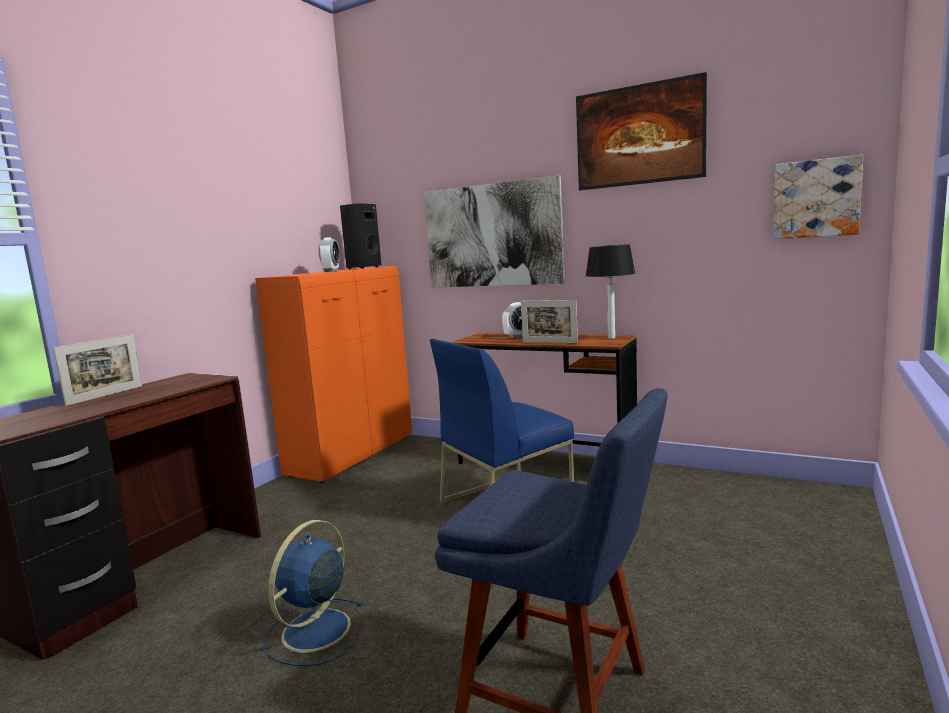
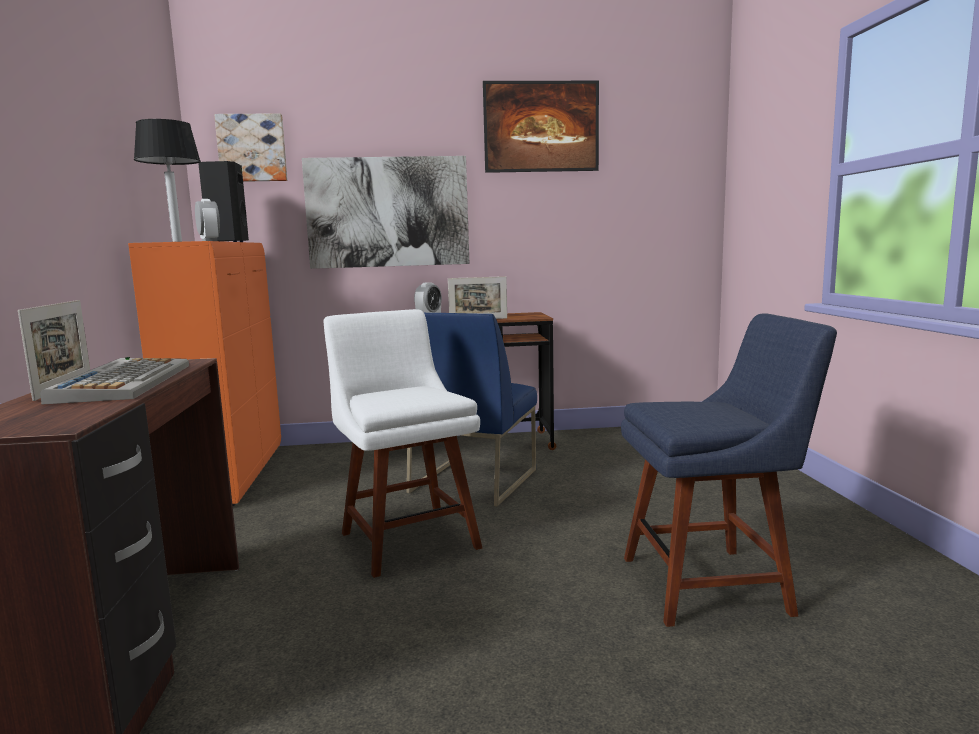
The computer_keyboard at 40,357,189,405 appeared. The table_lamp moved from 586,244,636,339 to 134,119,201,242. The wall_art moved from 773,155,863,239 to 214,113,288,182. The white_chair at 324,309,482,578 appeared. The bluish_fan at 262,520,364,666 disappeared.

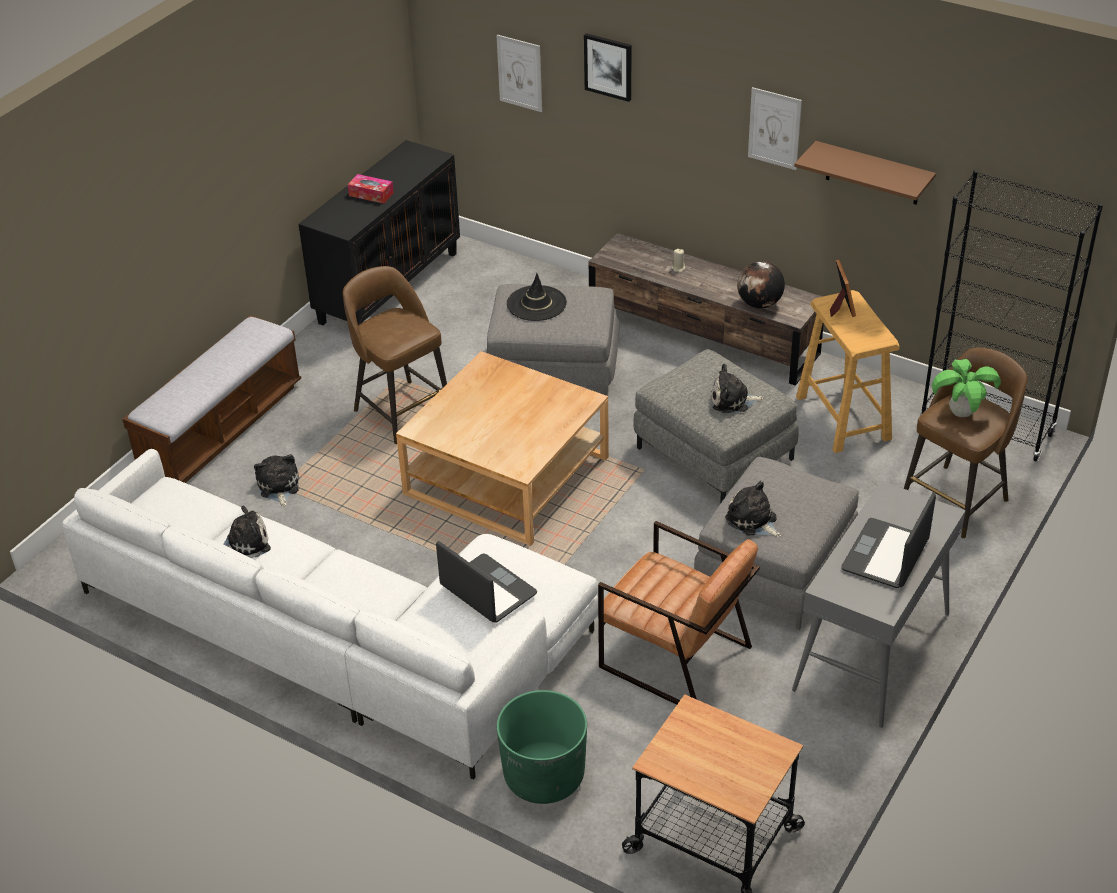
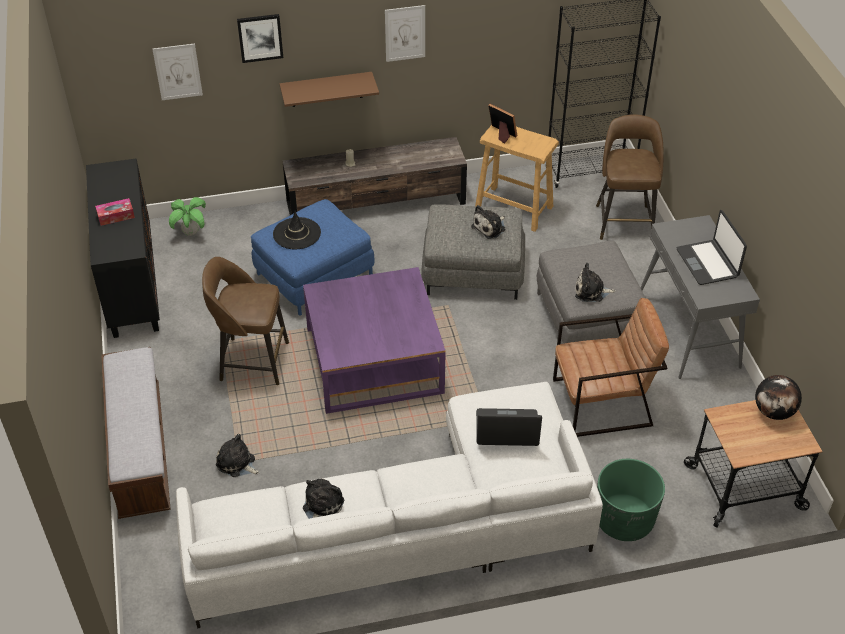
The houseplant moved from 932,359,1001,417 to 169,197,206,236. The grey_ottoman at 486,284,619,396 became the bluish_ottoman at 251,199,375,316. The brown-coloured_wall_shelf moved from 794,141,936,205 to 280,72,379,107. The beige-coloured_lounge_table at 396,351,609,546 became the purple_lounge_table at 303,267,446,414. The world_globe moved from 737,261,785,309 to 755,375,802,420.

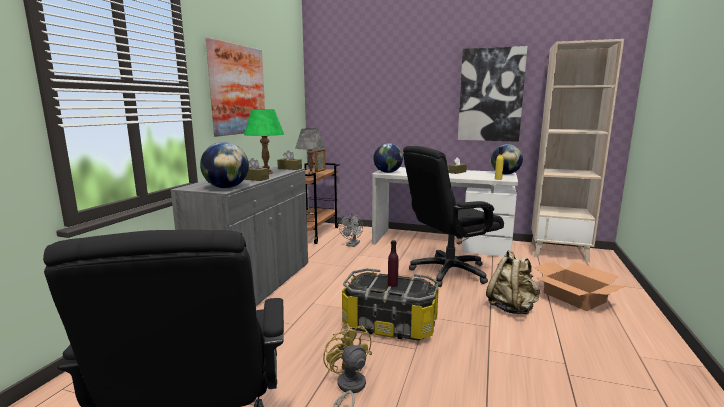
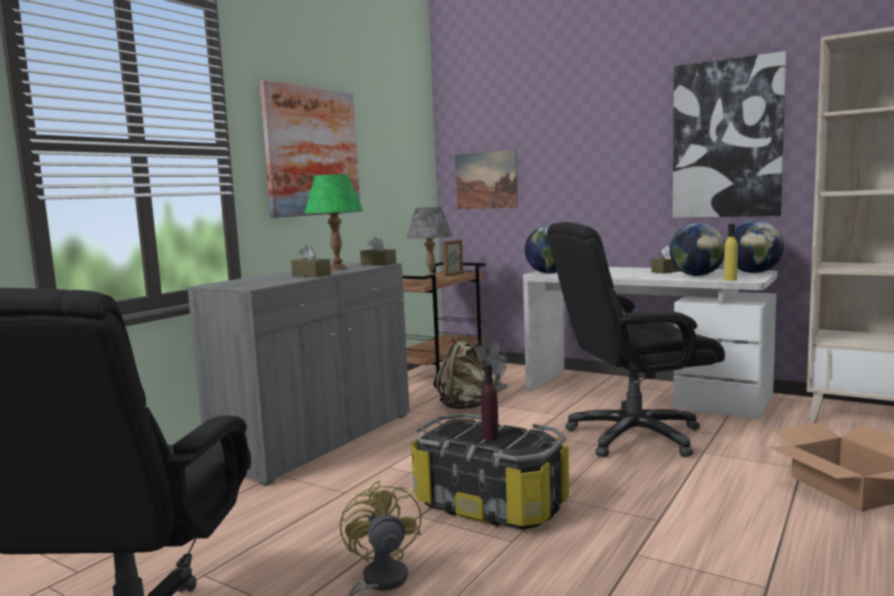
The beige-coloured_rucksack moved from 486,250,540,314 to 436,335,487,409. The wall_art at 455,150,518,209 appeared. The world_globe moved from 200,142,249,188 to 670,223,725,276.

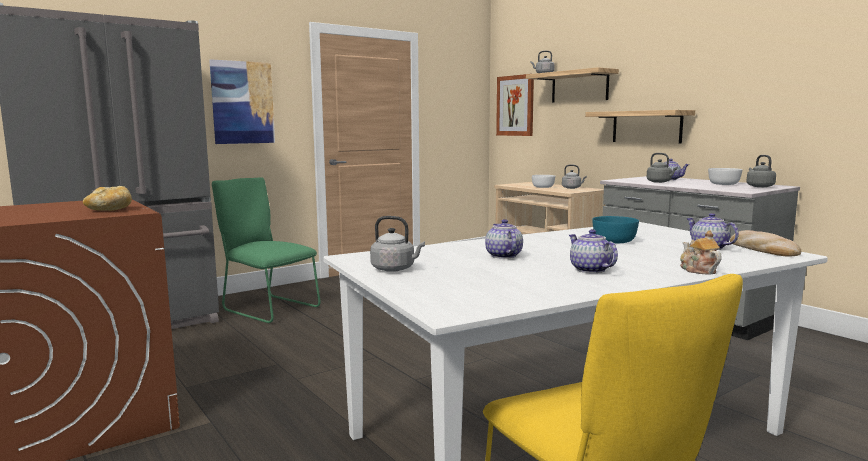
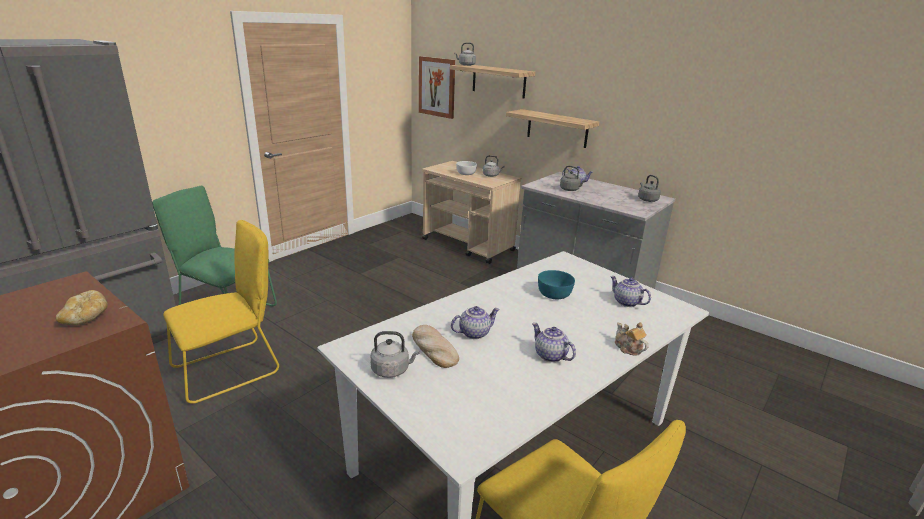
The yellow-coloured_chair at 163,220,279,404 appeared. The baked_bread moved from 730,230,801,257 to 412,325,459,368. The tea_pot at 485,219,523,259 turned 90 degrees clockwise. The wall_art at 209,59,275,144 disappeared. The white_serving_bowl at 708,168,742,185 disappeared.

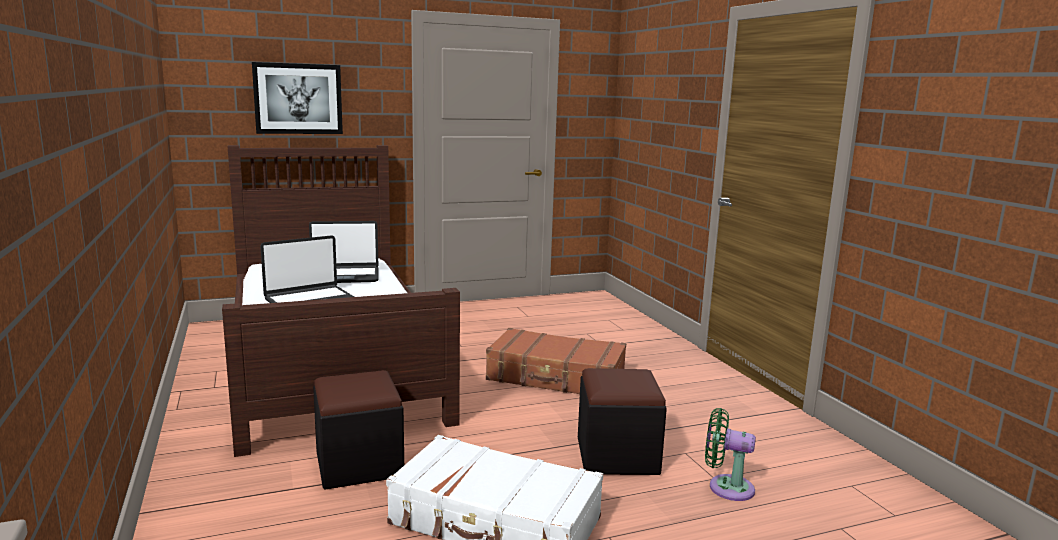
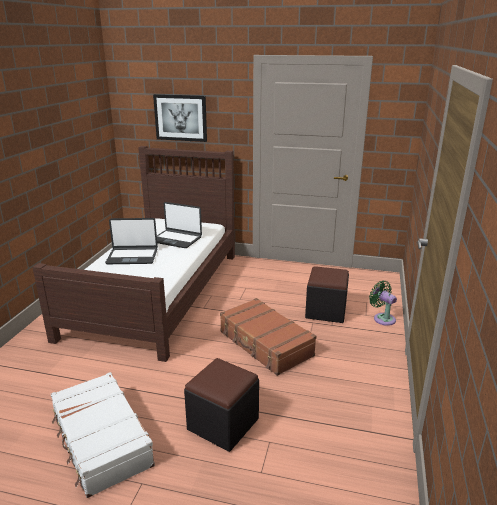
The blackish_ottoman moved from 313,370,404,490 to 305,266,349,323. The greenish_fan moved from 705,408,756,501 to 369,280,397,326.

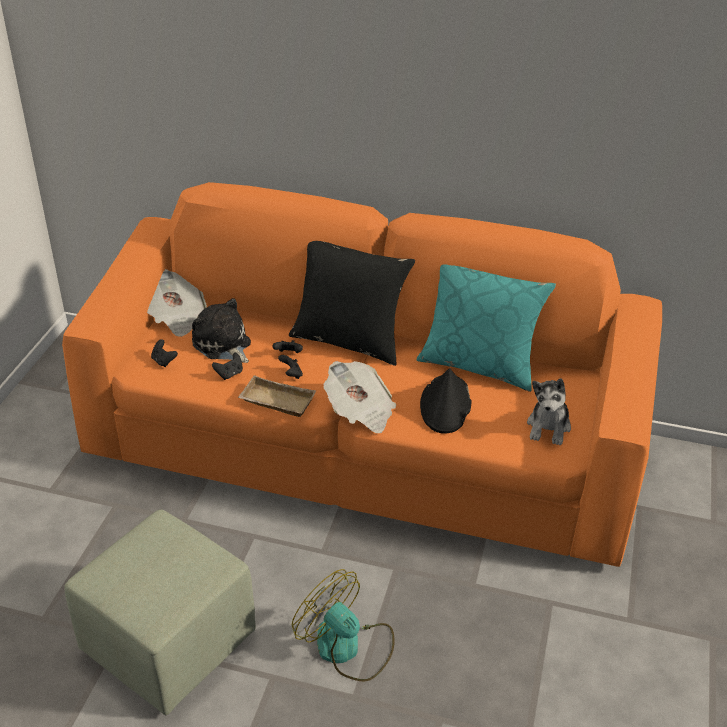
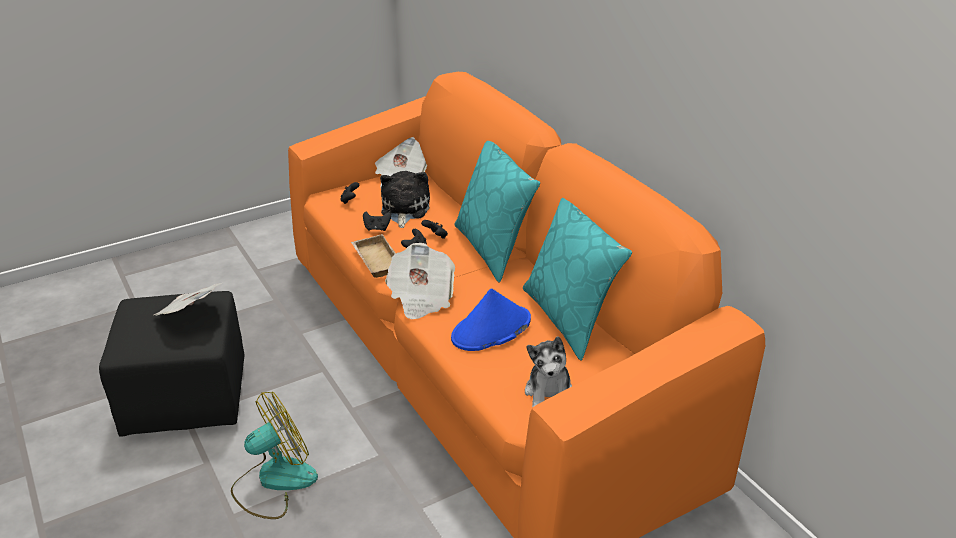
The greenish_ottoman at 64,510,256,715 became the blackish_ottoman at 99,291,245,437. The daily_paper at 154,283,222,316 appeared. The fan at 292,569,394,681 turned 60 degrees clockwise. The blackish_hat at 420,368,472,434 became the bluish_hat at 451,288,531,351. The blackish_cushion at 289,241,415,366 became the blue-green_cushion at 454,141,540,283. The plush_toy at 527,378,571,445 turned 60 degrees counterclockwise.

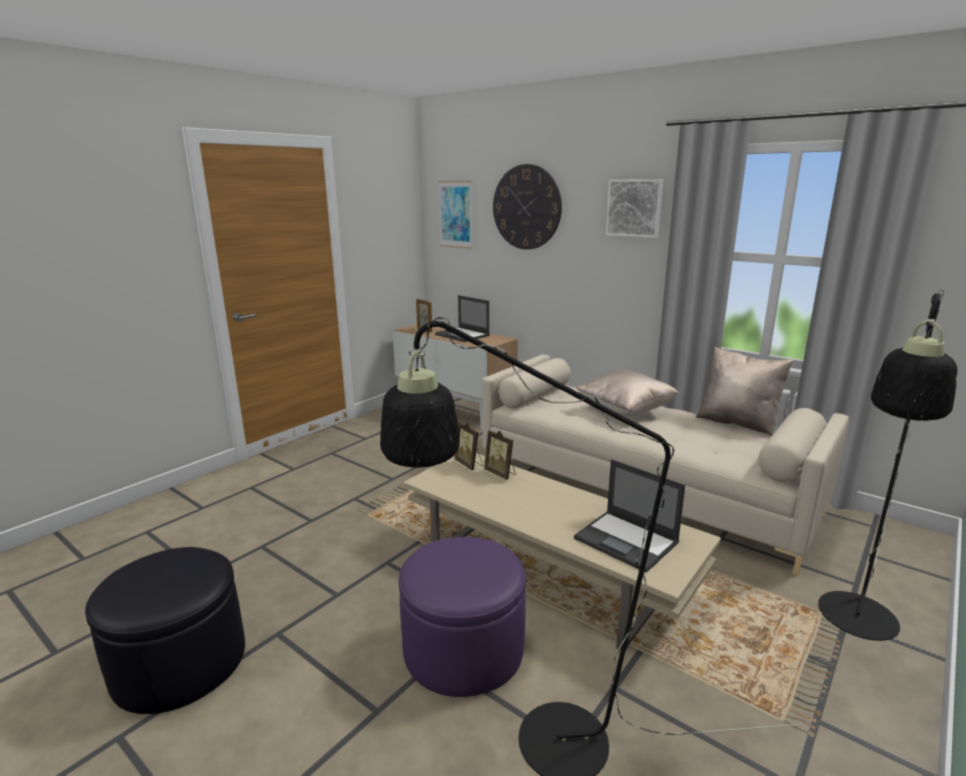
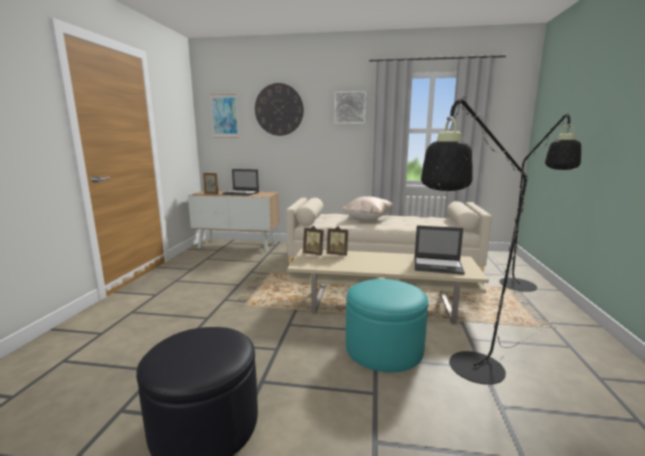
The purple_ottoman at 398,537,526,697 became the blue-green_ottoman at 346,279,429,372. The beige-coloured_cushion at 696,347,793,436 disappeared.

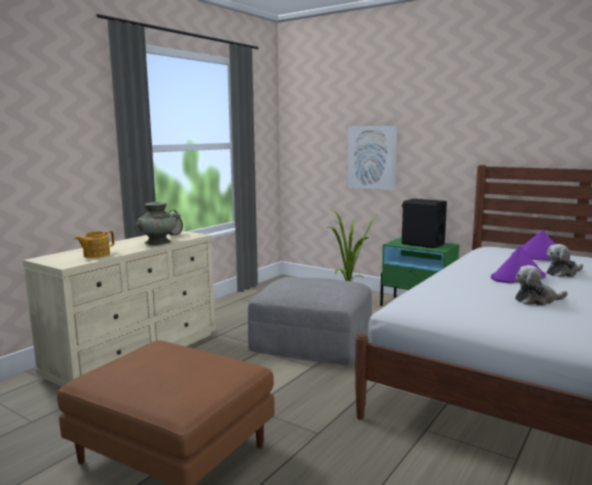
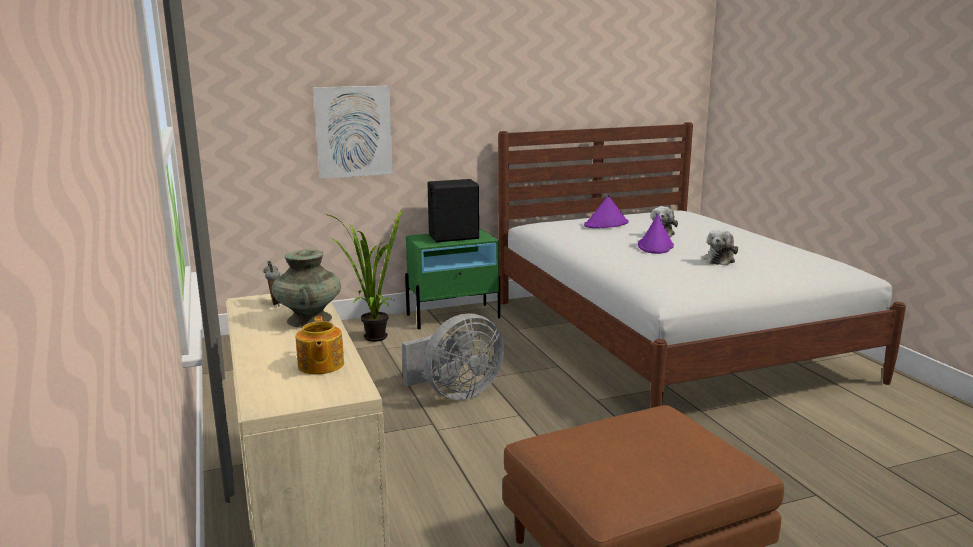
The grey_ottoman at 248,277,372,365 was replaced by the grey_fan at 402,313,504,400.

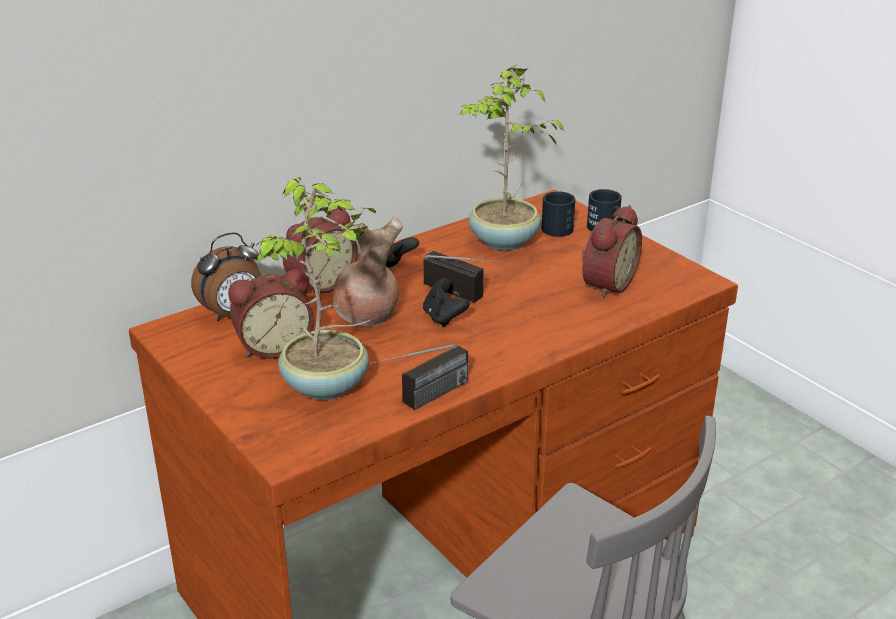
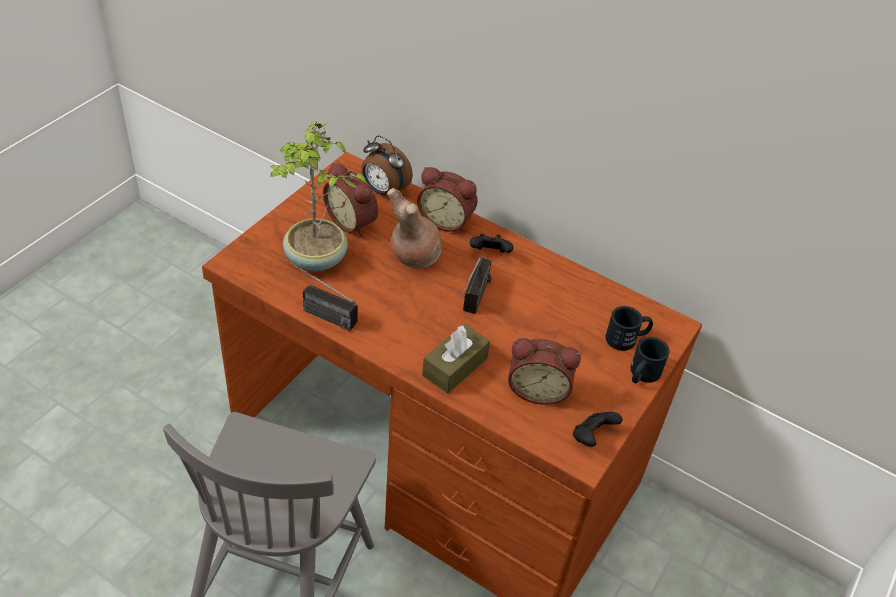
The brown-coloured_box_of_tissues at 422,324,490,394 appeared. The blackish_joypad moved from 423,278,470,327 to 573,412,623,447. The houseplant at 459,64,564,251 disappeared.

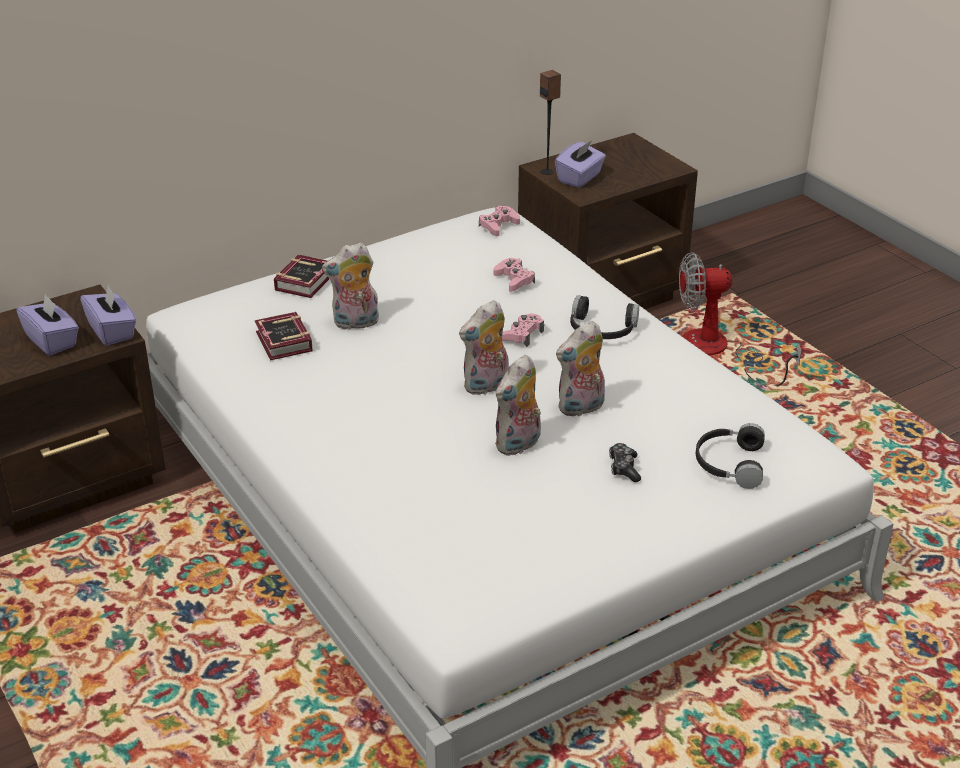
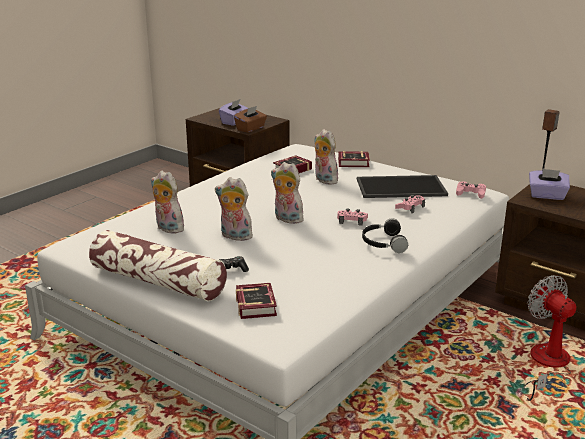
The cushion at 89,230,227,301 appeared. The plush_toy moved from 556,321,605,417 to 151,170,187,233. The purple_box_of_tissues at 80,285,136,346 became the brown-coloured_box_of_tissues at 234,106,267,133. The blackish_headphones at 696,423,765,489 was replaced by the volume at 236,283,277,319. The serving_tray at 357,175,448,198 appeared.

